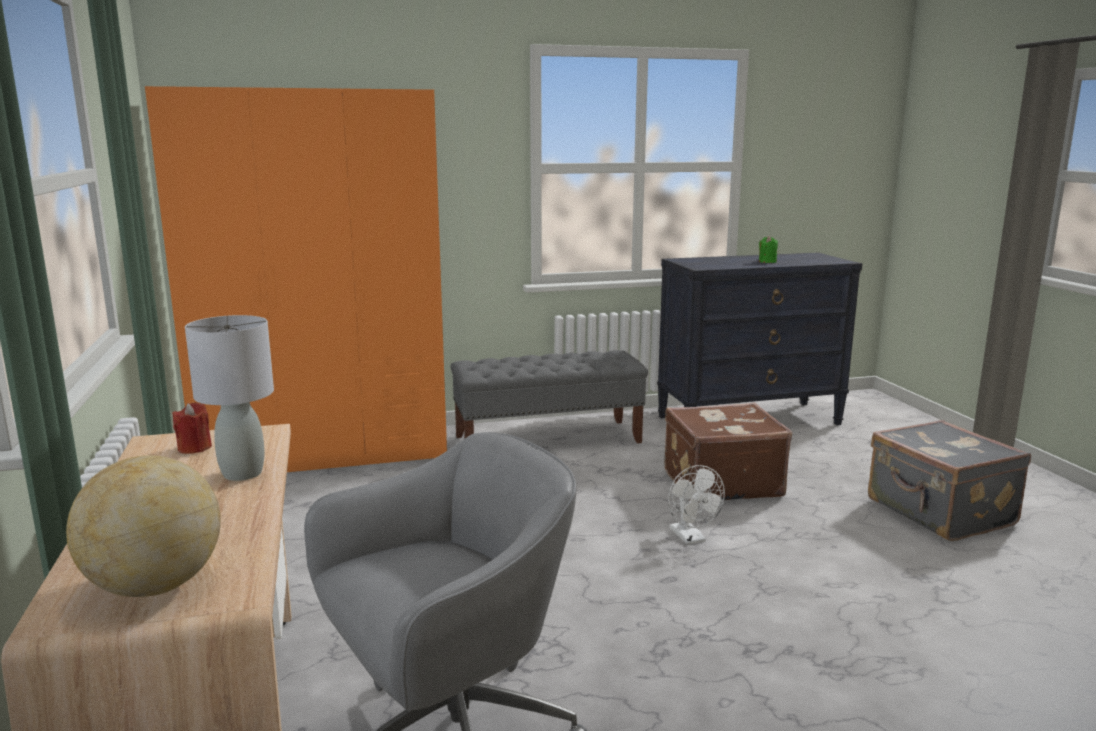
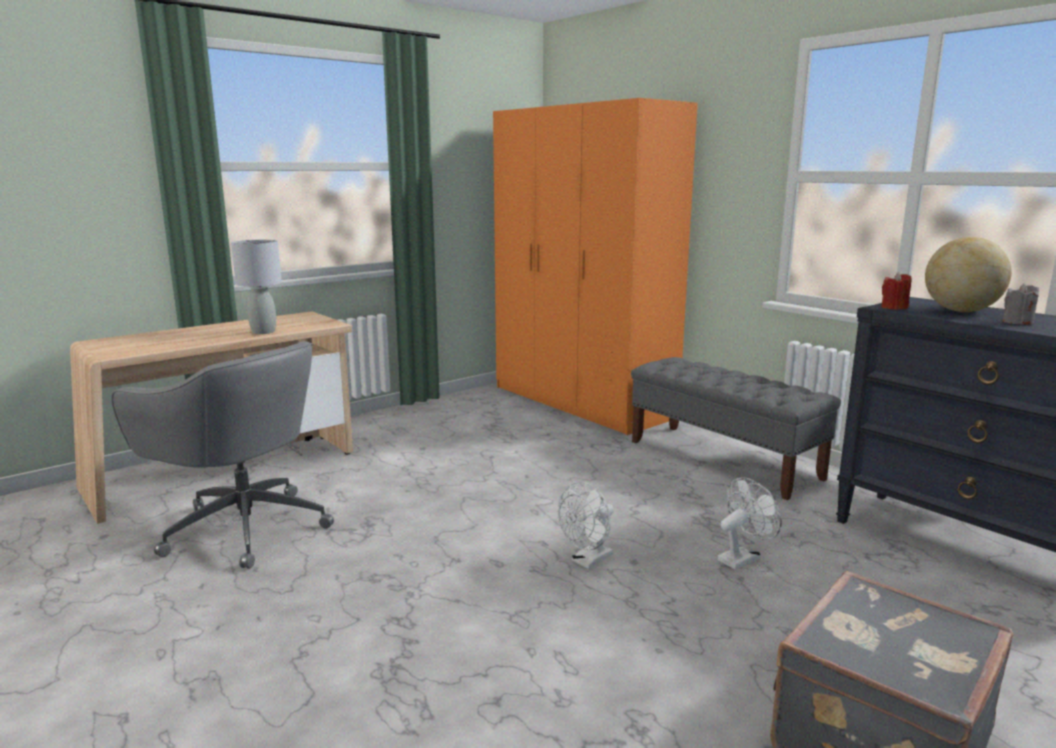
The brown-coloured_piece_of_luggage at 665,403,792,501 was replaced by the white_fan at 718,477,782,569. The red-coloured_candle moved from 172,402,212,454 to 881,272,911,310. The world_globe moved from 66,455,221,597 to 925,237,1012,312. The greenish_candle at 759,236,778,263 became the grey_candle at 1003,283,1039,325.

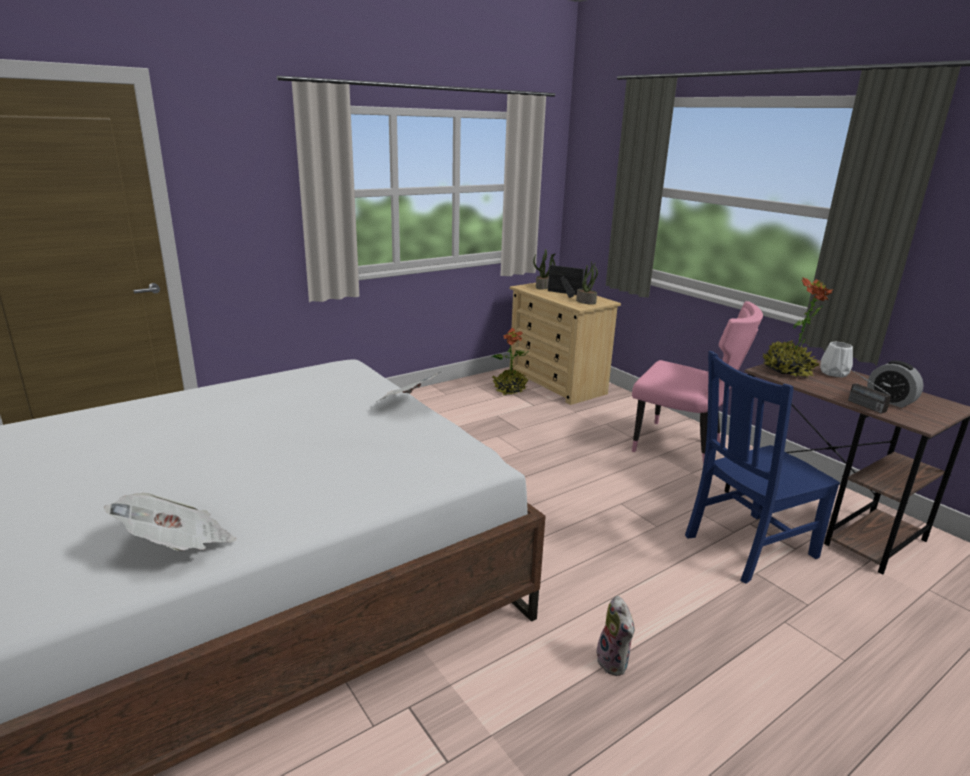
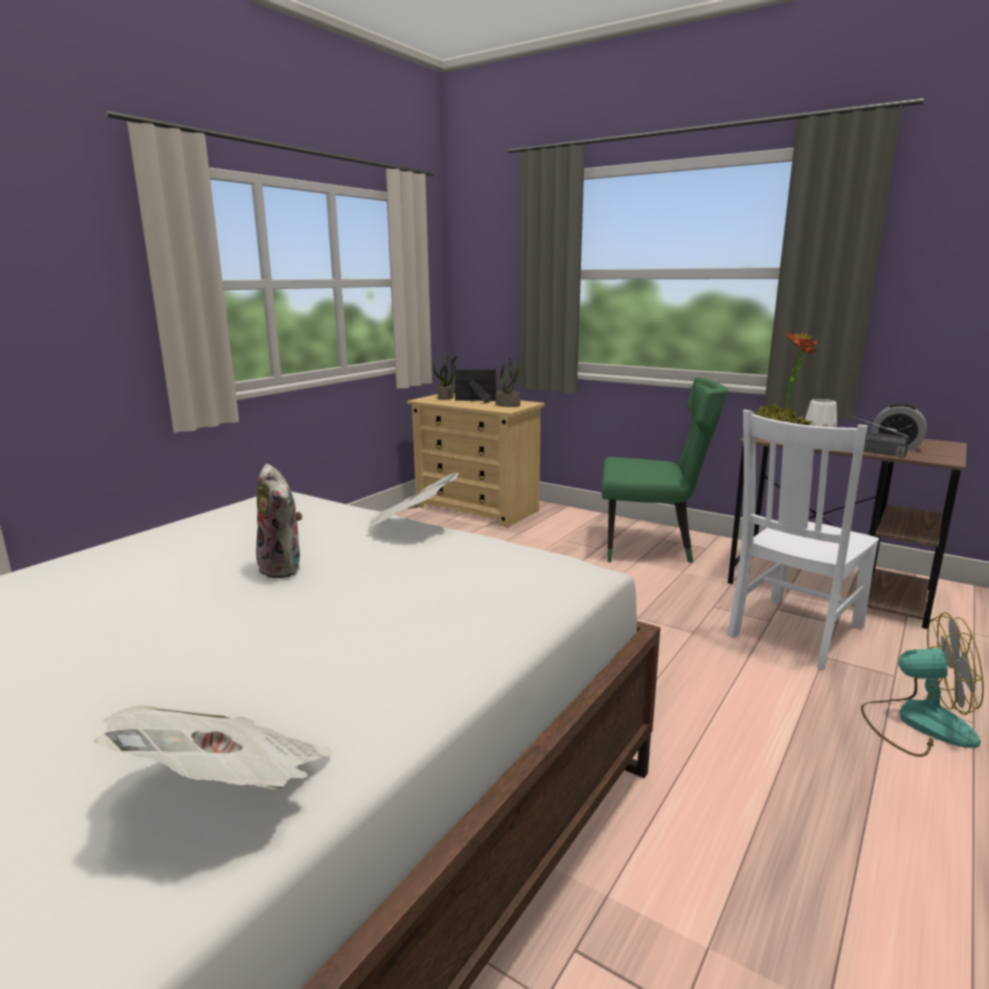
The plush_toy moved from 593,596,635,676 to 256,464,302,578. The pink-coloured_chair at 632,301,763,464 became the greenish_chair at 601,377,728,563. The bluish_chair at 685,351,840,584 became the white_chair at 727,410,879,670. The fan at 861,612,984,757 appeared. The houseplant at 492,328,529,395 disappeared.

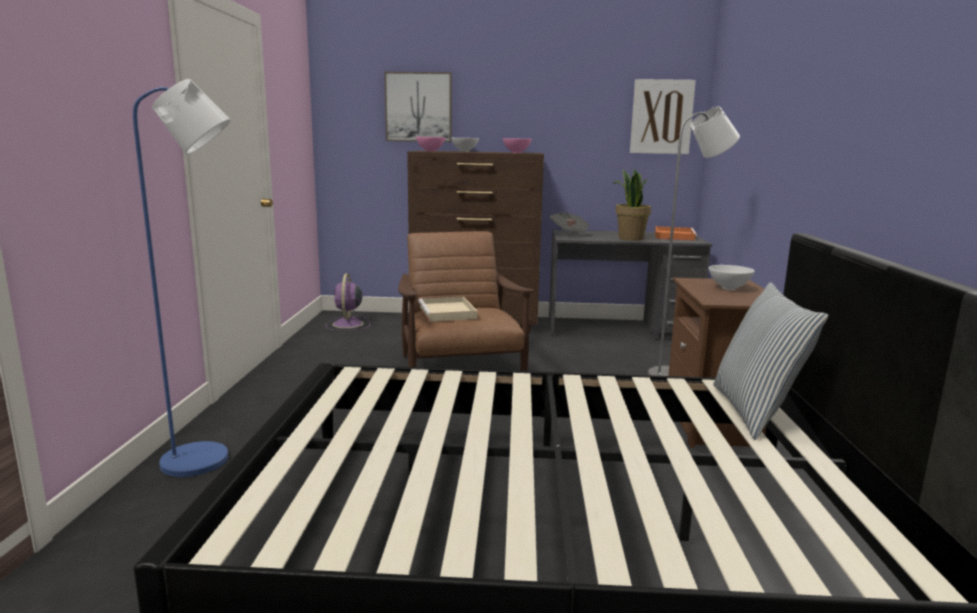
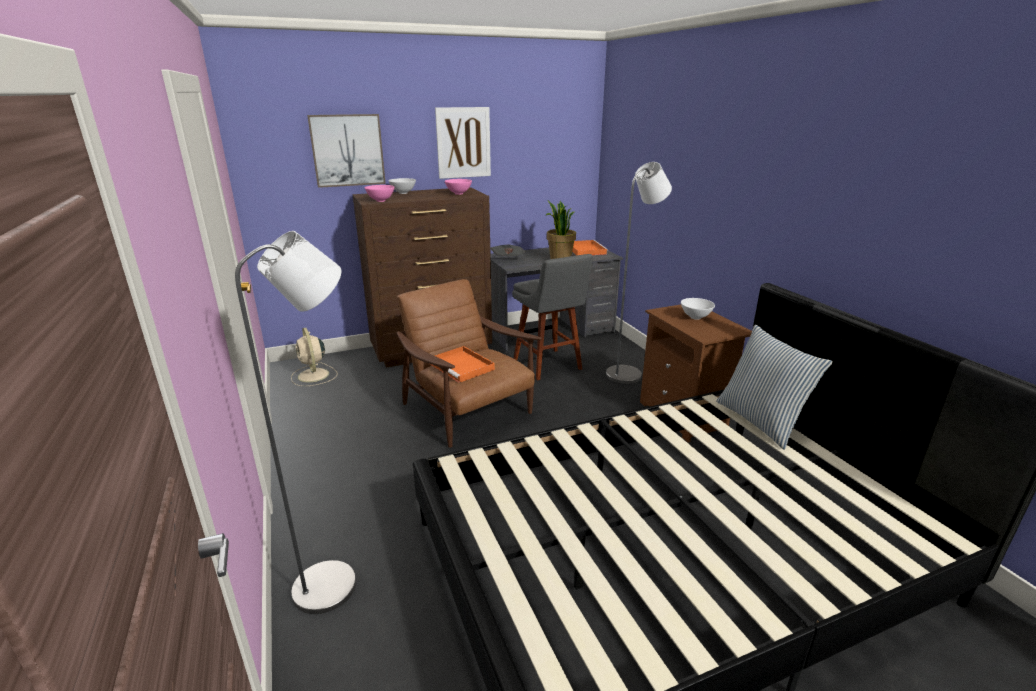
The bluish_standard_lamp at 133,79,231,477 became the grey_standard_lamp at 235,231,356,614. The purple_fan at 326,274,370,331 became the beige-coloured_fan at 291,328,338,386. The beige-coloured_serving_tray at 418,297,477,322 became the orange_serving_tray at 430,346,495,383. The wall_art moved from 630,79,696,154 to 435,107,491,179. The grey_sitting_stool at 512,254,593,381 appeared.

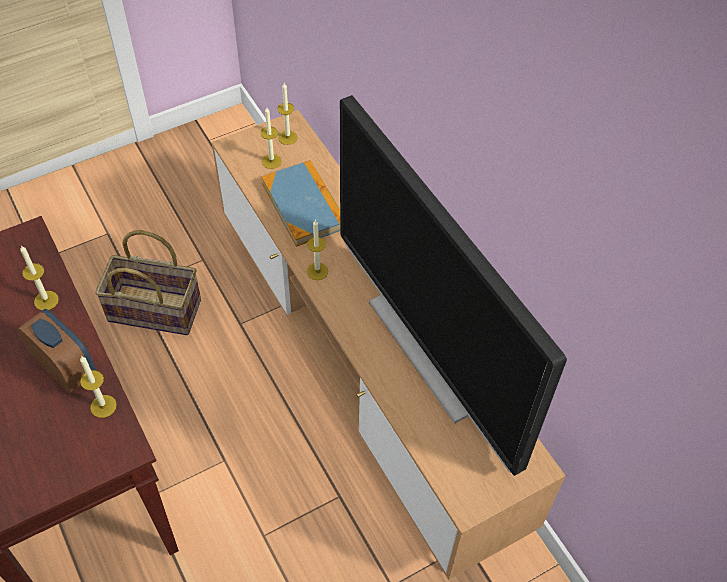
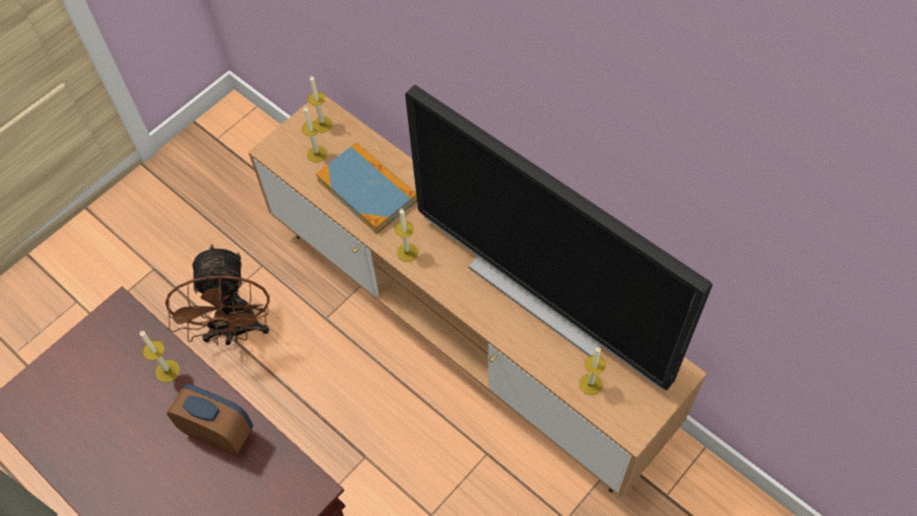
The storage_basket at 95,230,201,335 was replaced by the brown-coloured_fan at 165,244,270,345. The candle moved from 80,356,117,418 to 579,347,605,395.

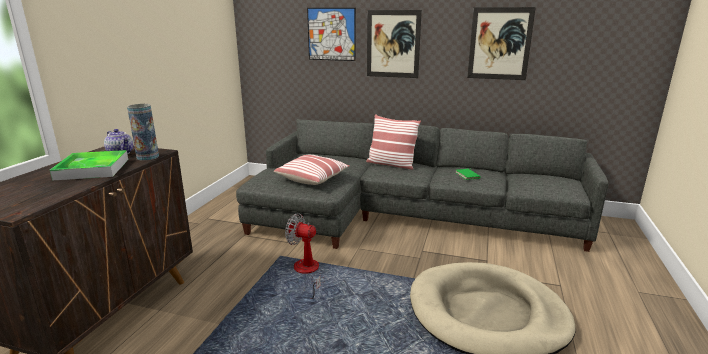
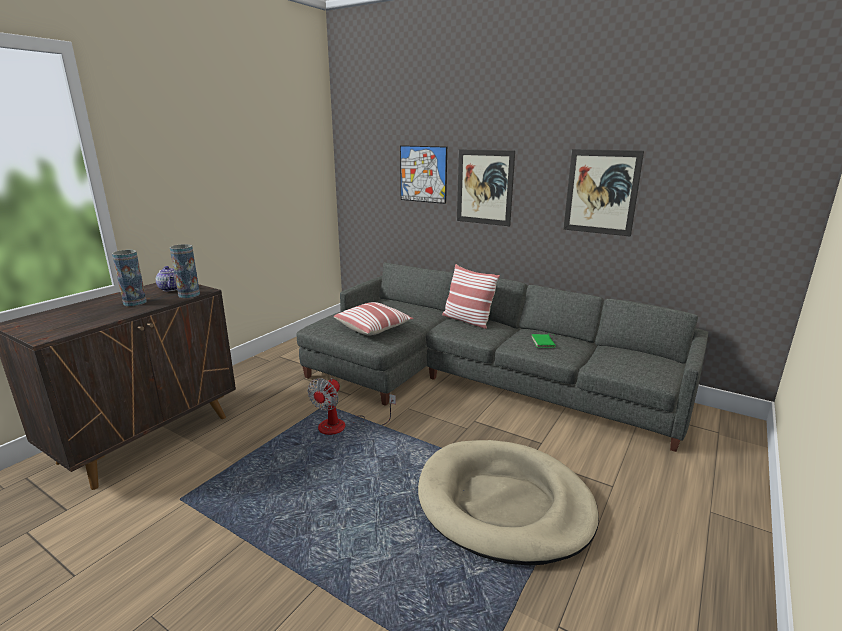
The serving_tray at 50,150,128,180 was replaced by the vase at 112,250,147,306. The fan at 285,213,325,299 turned 105 degrees counterclockwise.

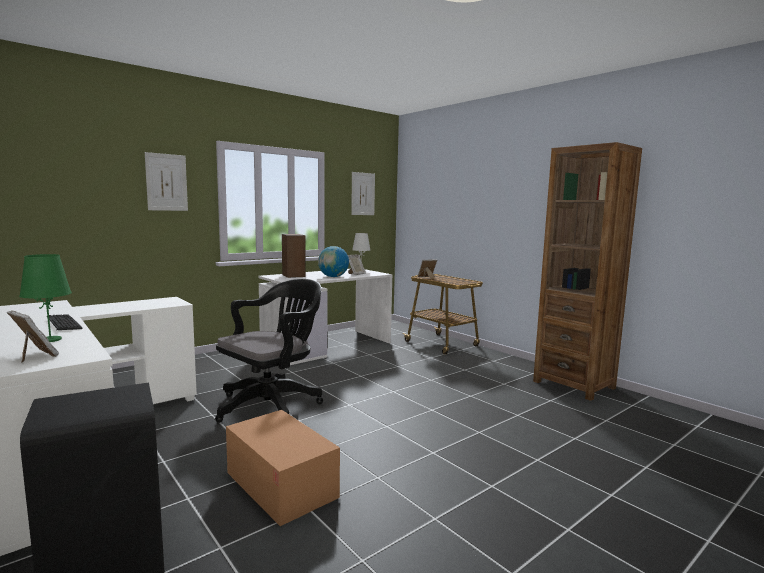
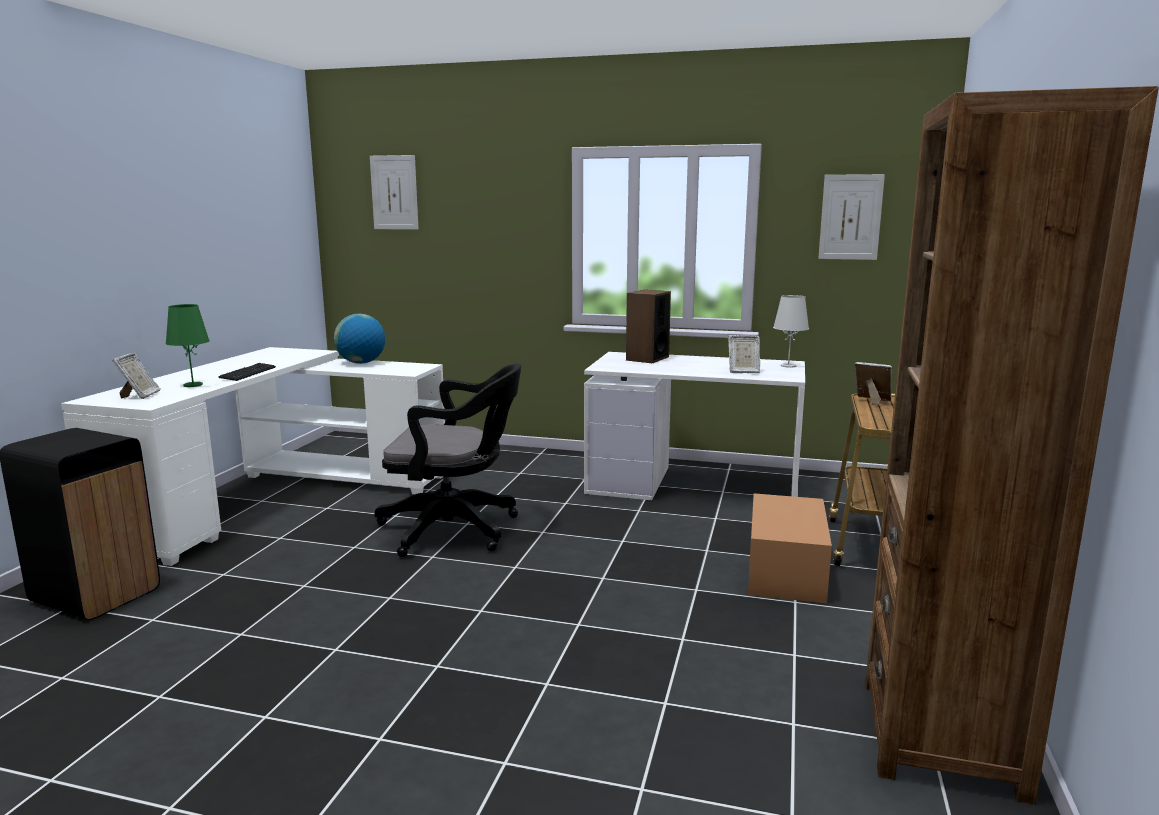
The world_globe moved from 318,246,349,277 to 334,313,386,364. The wall_art moved from 145,152,188,211 to 370,155,419,230. The carton moved from 226,410,340,526 to 748,493,832,603.

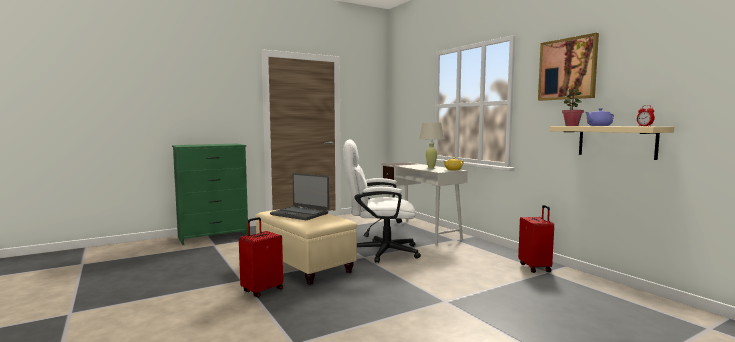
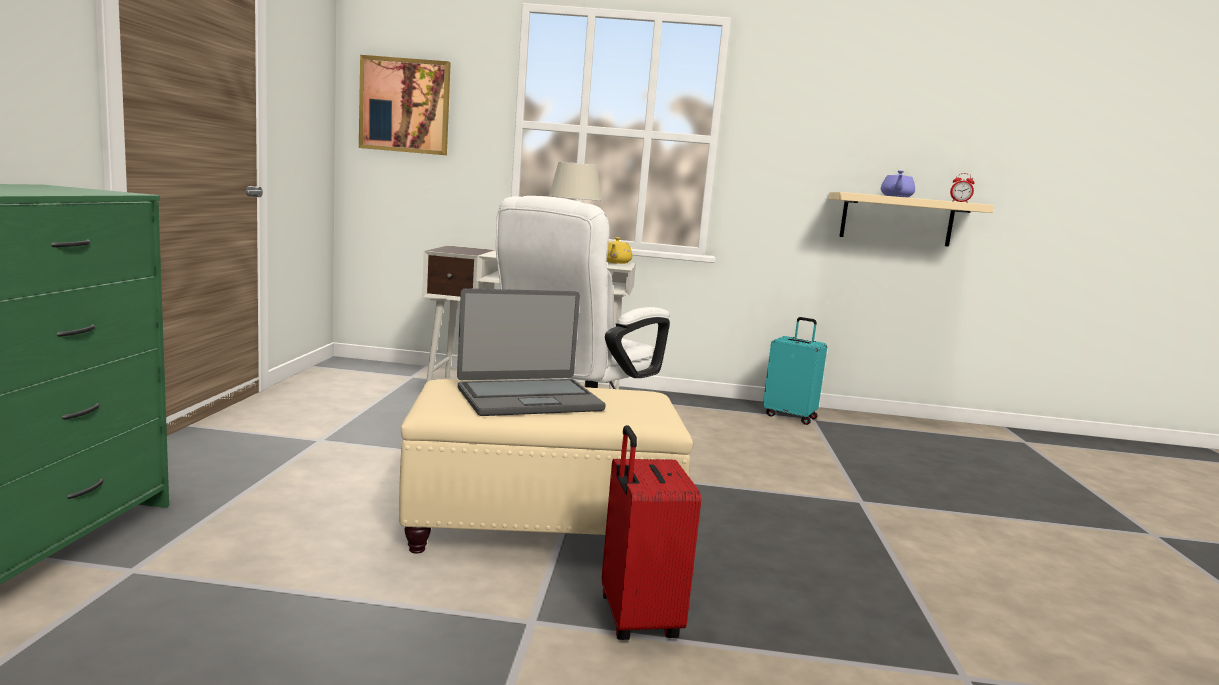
The wall_art moved from 538,33,599,101 to 359,55,451,155. The red-coloured_piece_of_luggage at 518,205,554,273 became the blue-green_piece_of_luggage at 763,317,827,425. The houseplant at 562,88,584,126 disappeared.

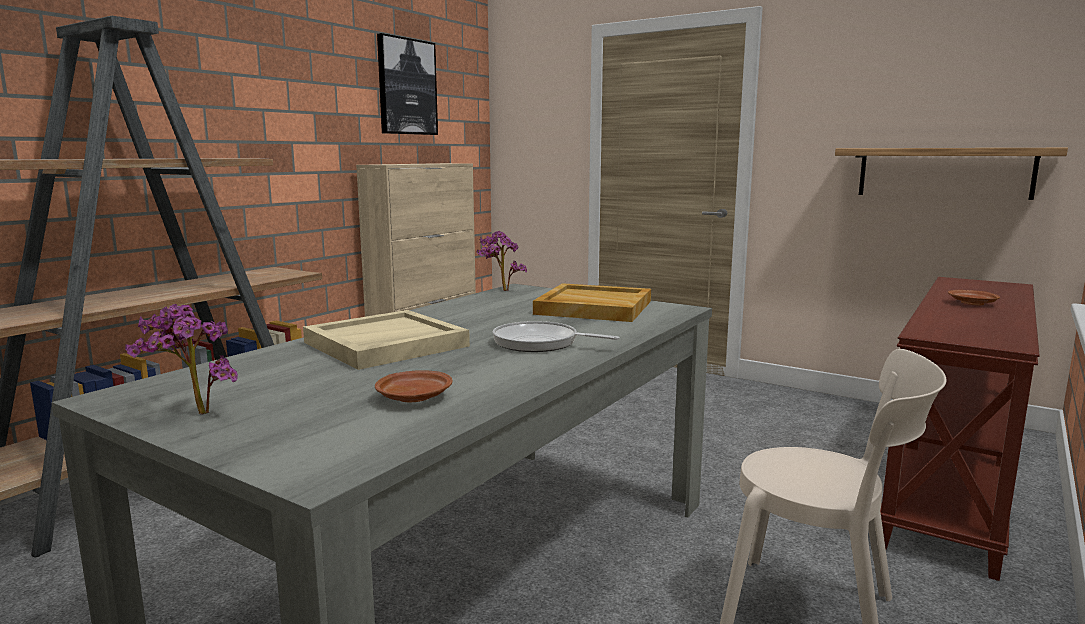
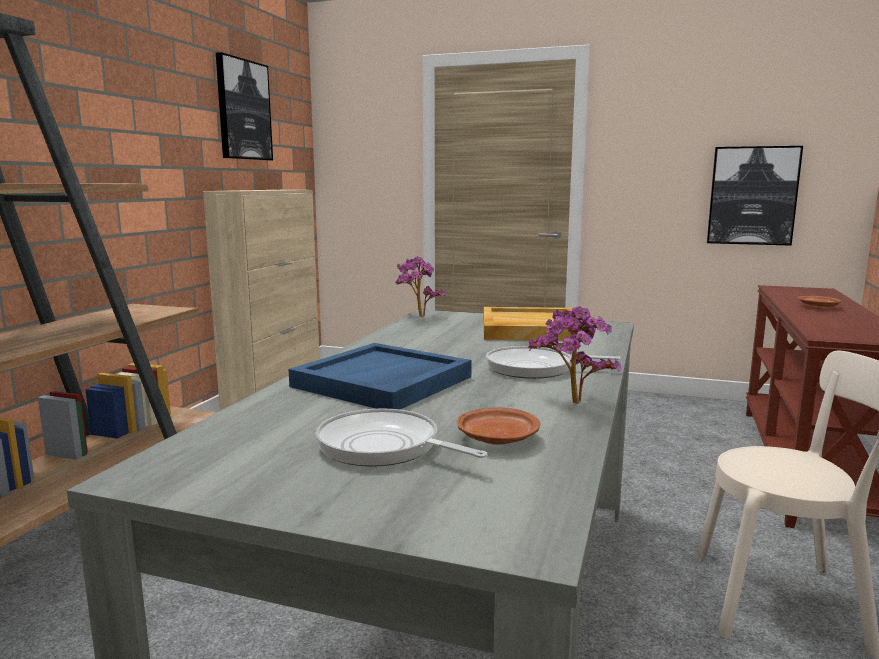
The beige-coloured_serving_tray at 303,310,470,370 became the bluish_serving_tray at 288,343,472,410. The pan at 316,408,487,467 appeared. The houseplant moved from 125,304,238,415 to 528,306,621,404. The wall_shelf at 835,148,1068,200 was replaced by the wall_art at 707,146,803,246.

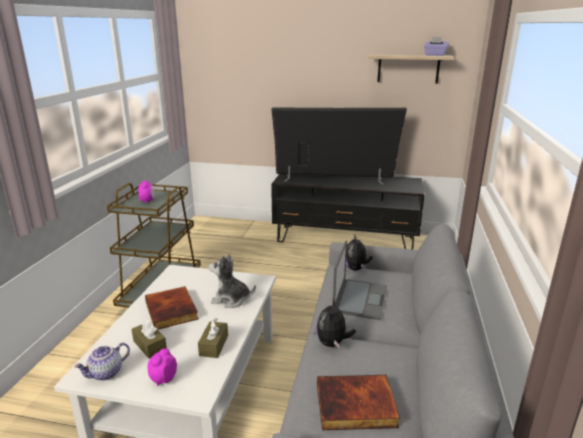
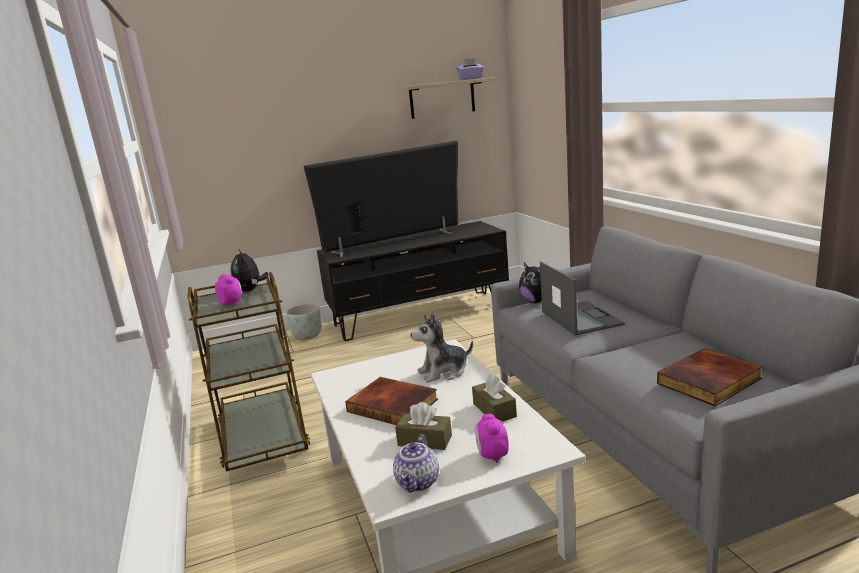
The plush_toy moved from 316,299,356,348 to 230,249,268,292. The grey_planter at 286,304,321,340 appeared.

